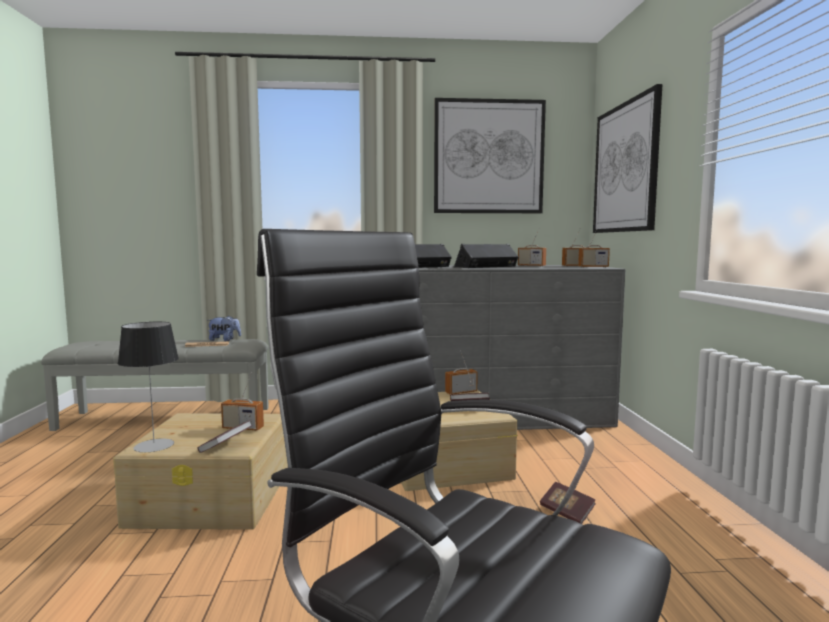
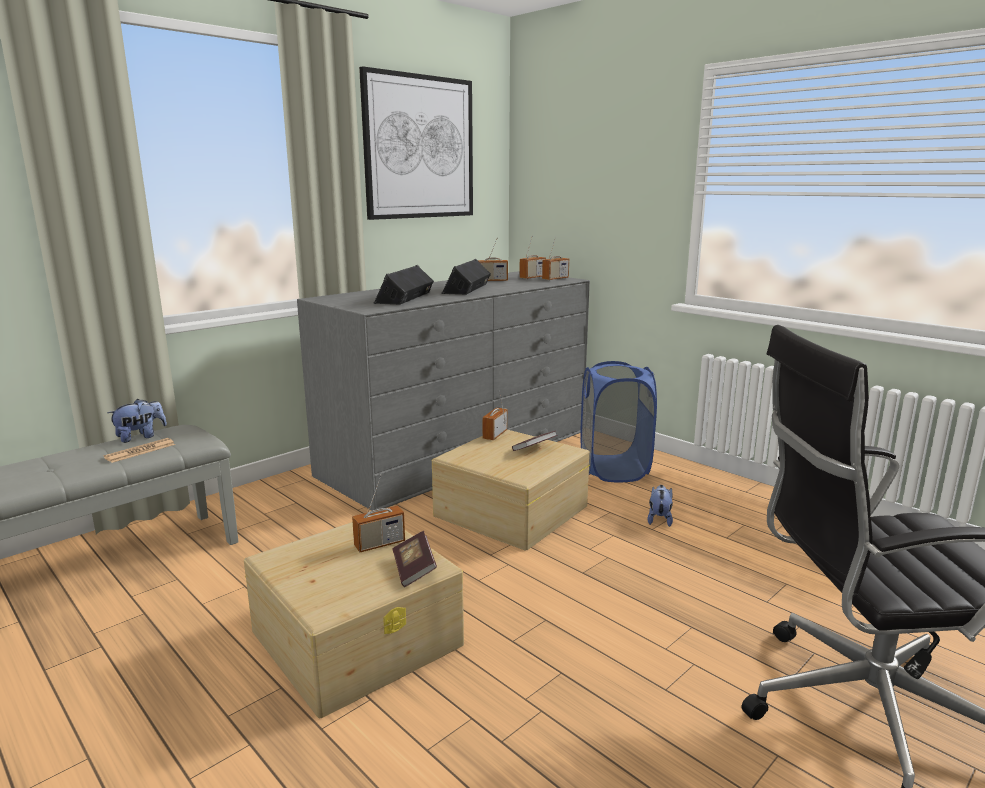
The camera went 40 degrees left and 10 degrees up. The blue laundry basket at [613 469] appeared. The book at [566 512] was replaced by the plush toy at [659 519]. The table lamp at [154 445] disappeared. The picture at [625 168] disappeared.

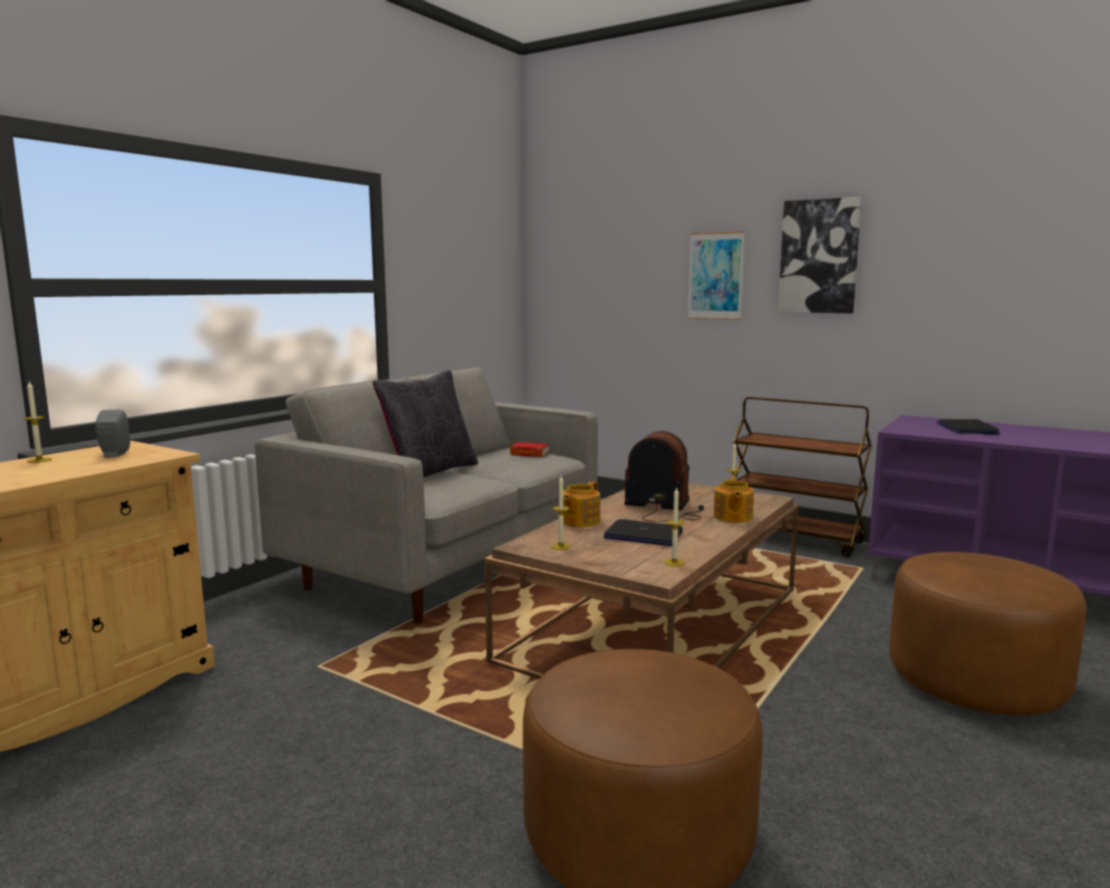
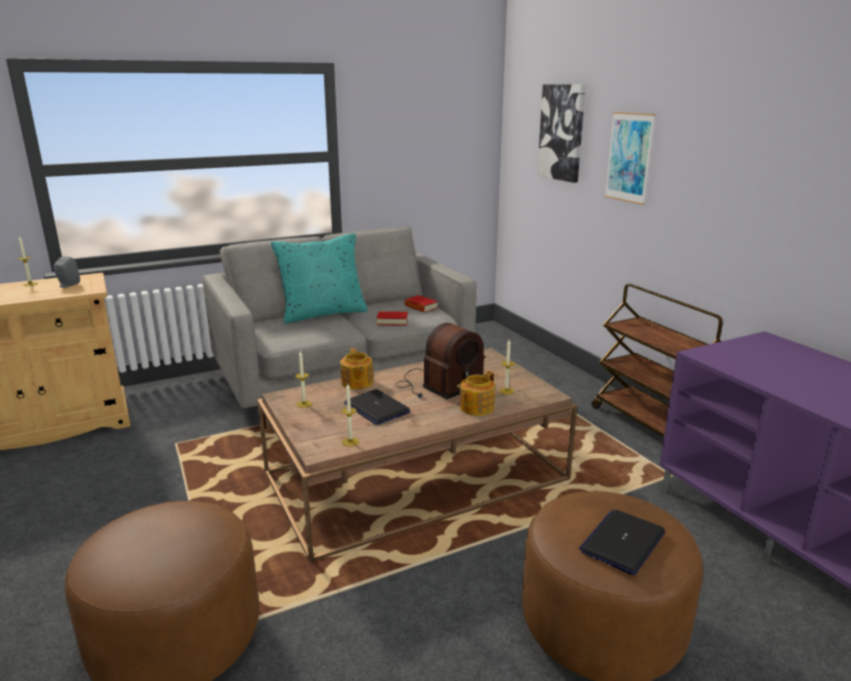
The camera went 30 degrees right and 10 degrees up. The black pillow at [429 472] became the turquoise pillow at [322 313]. The teapot at [579 521] turned 75 degrees counterclockwise. The book at [392 322] appeared. The radio at [664 509] turned 90 degrees clockwise. The picture moved from [819 256] to [562 132]. The laptop moved from [966 428] to [622 542].

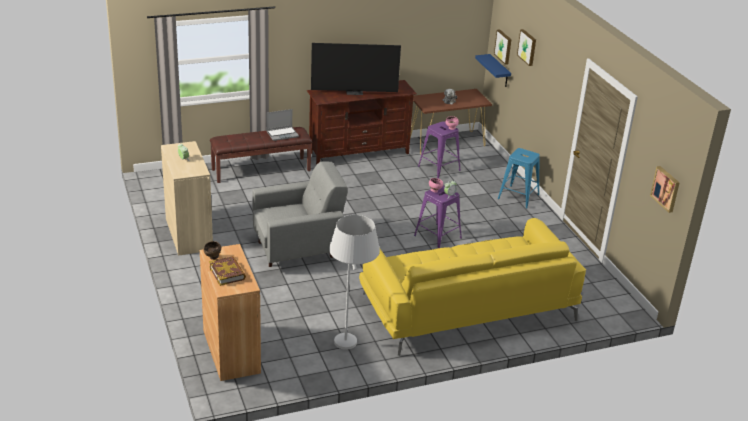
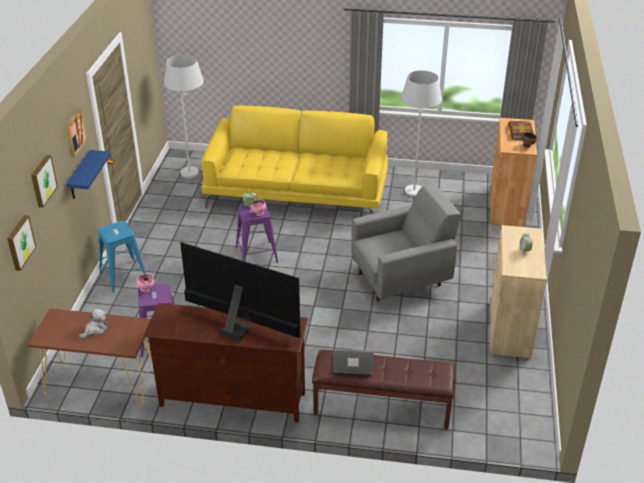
The camera went 150 degrees left and 5 degrees up. The picture moved from [666 188] to [74 132]. The blue shelf moved from [499 71] to [80 176]. The white floor lamp at [192 167] appeared. The grey armchair at [298 249] turned 150 degrees clockwise.

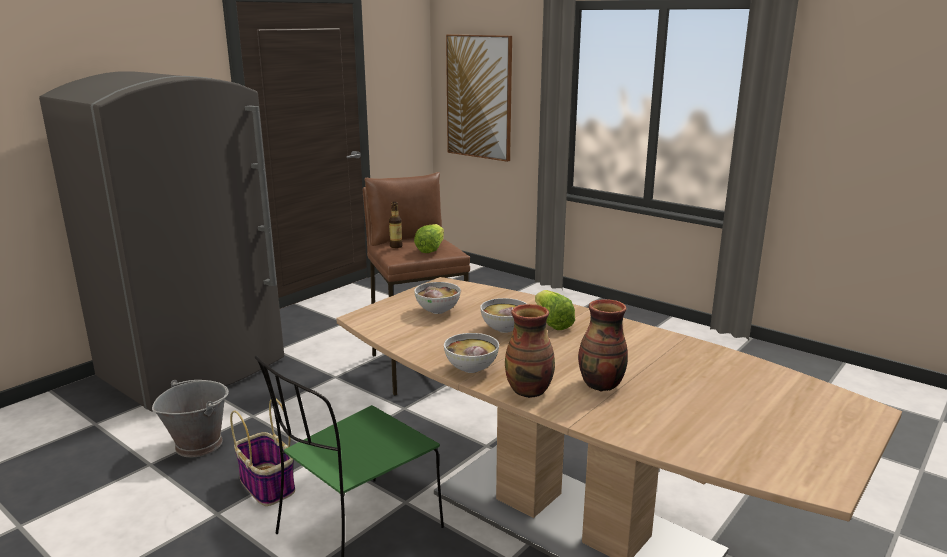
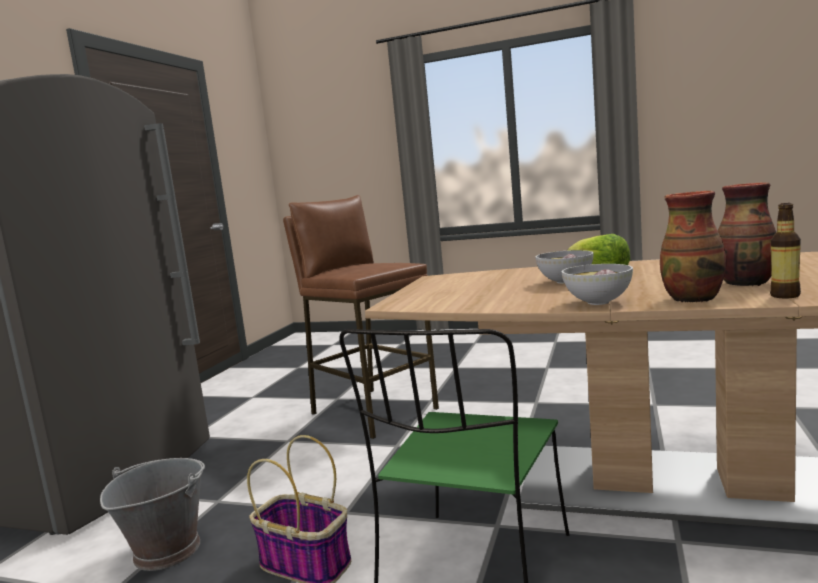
The camera went 20 degrees left and 10 degrees down. The bottle moved from [396 246] to [785 296]. The lettuce at [430 249] disappeared. The bowl at [438 311] disappeared. The picture at [479 97] disappeared.

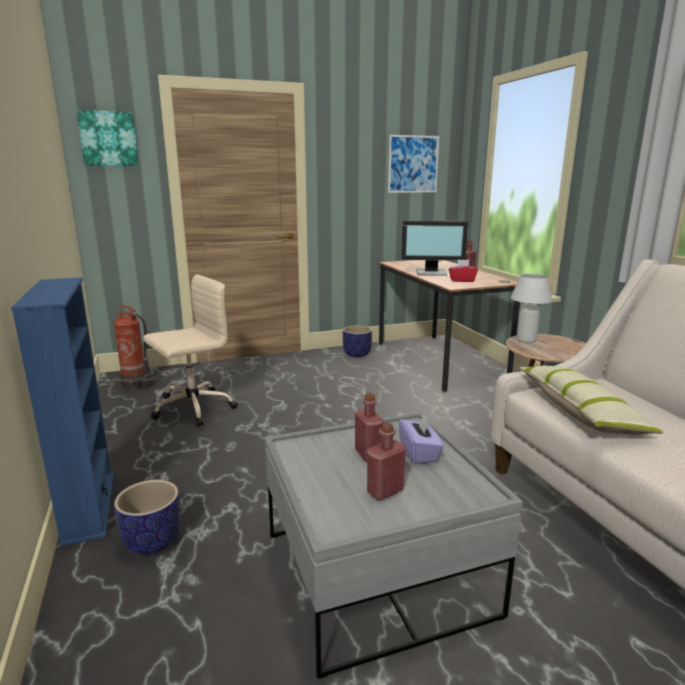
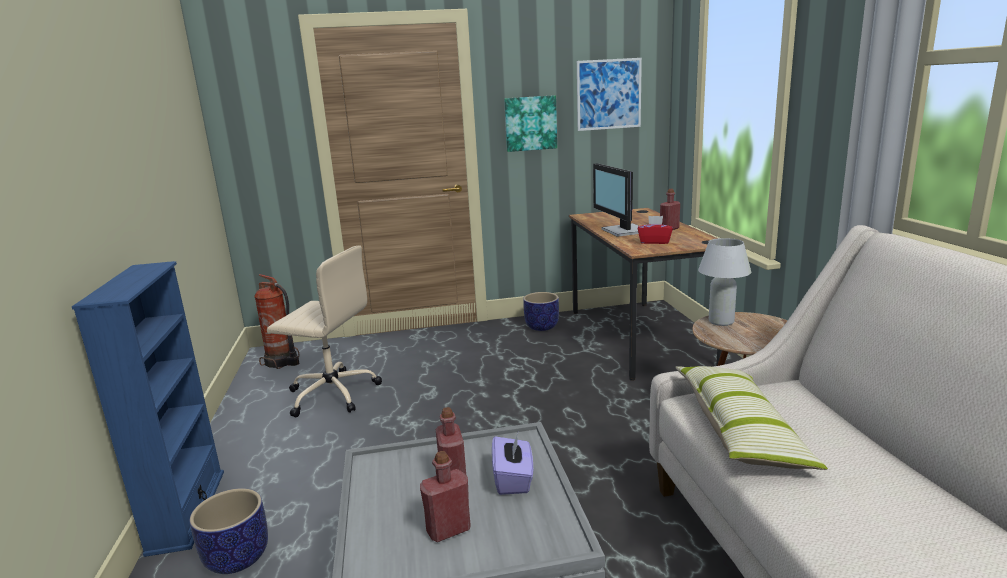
The camera went 10 degrees right and 0 degrees up. The beige office chair at [192 408] turned 45 degrees clockwise. The picture moved from [108 139] to [530 123]. The monitor at [431 273] turned 60 degrees clockwise.

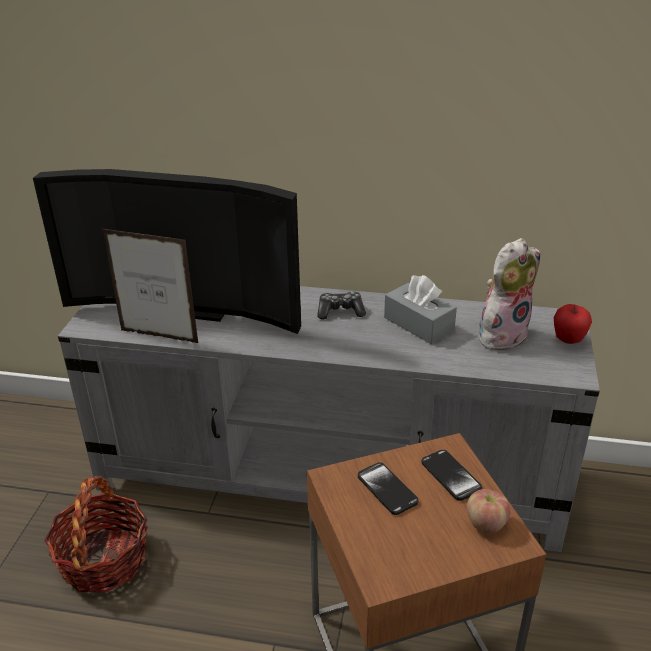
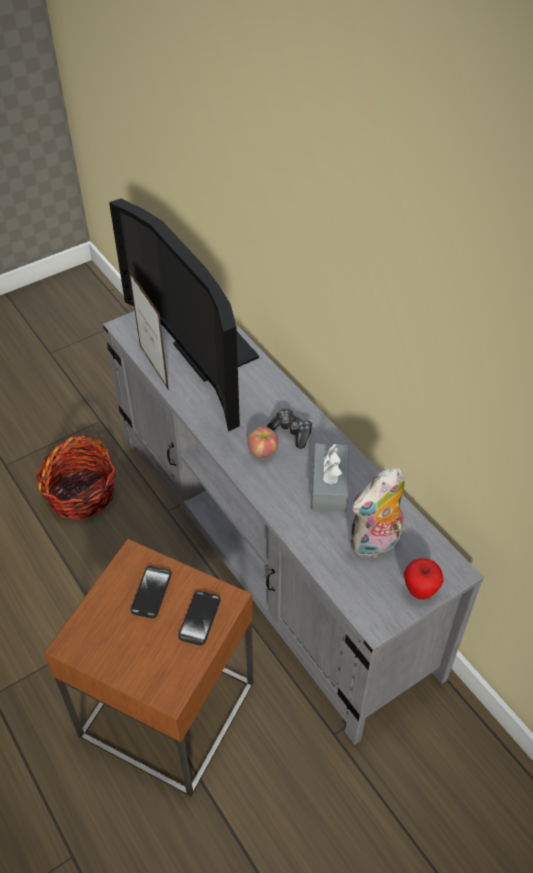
The camera went 45 degrees right and 15 degrees up. The apple moved from [486 524] to [262 451]. The plush toy at [502 335] turned 135 degrees clockwise.

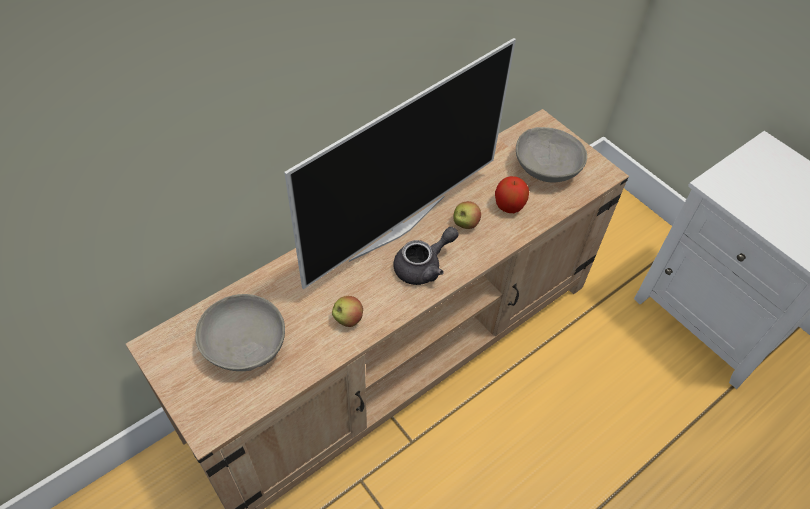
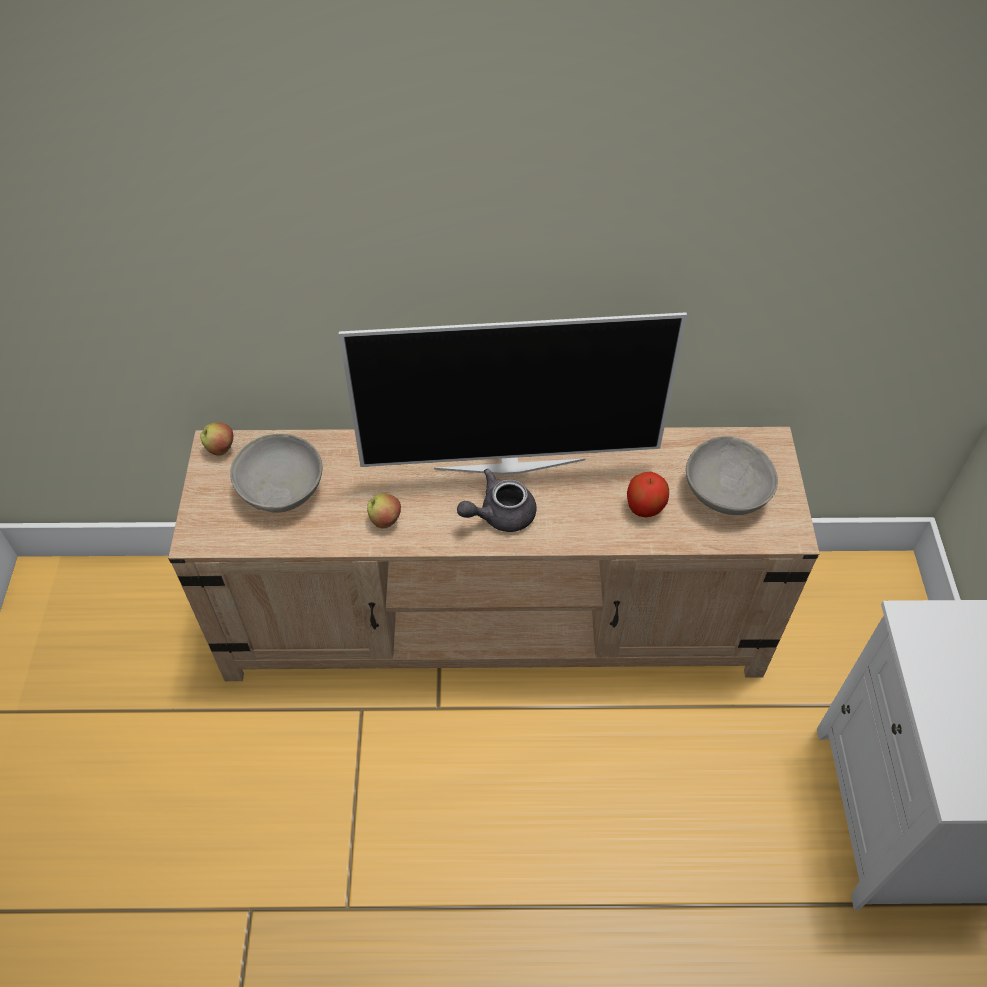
The camera went 40 degrees right and 0 degrees up. The apple moved from [465 224] to [221 449]. The grey teapot at [423 266] turned 150 degrees clockwise.

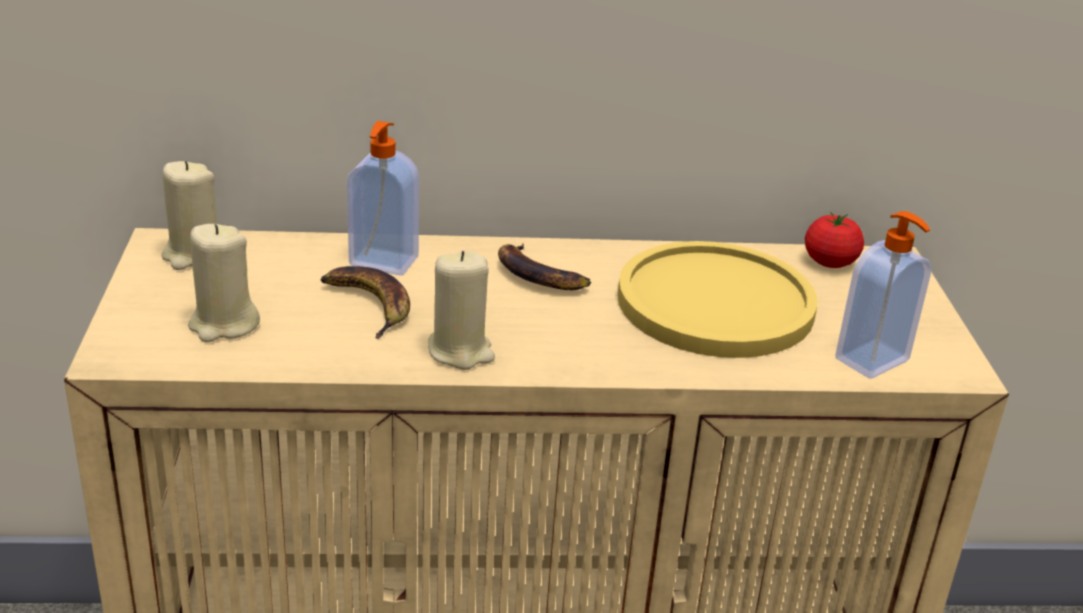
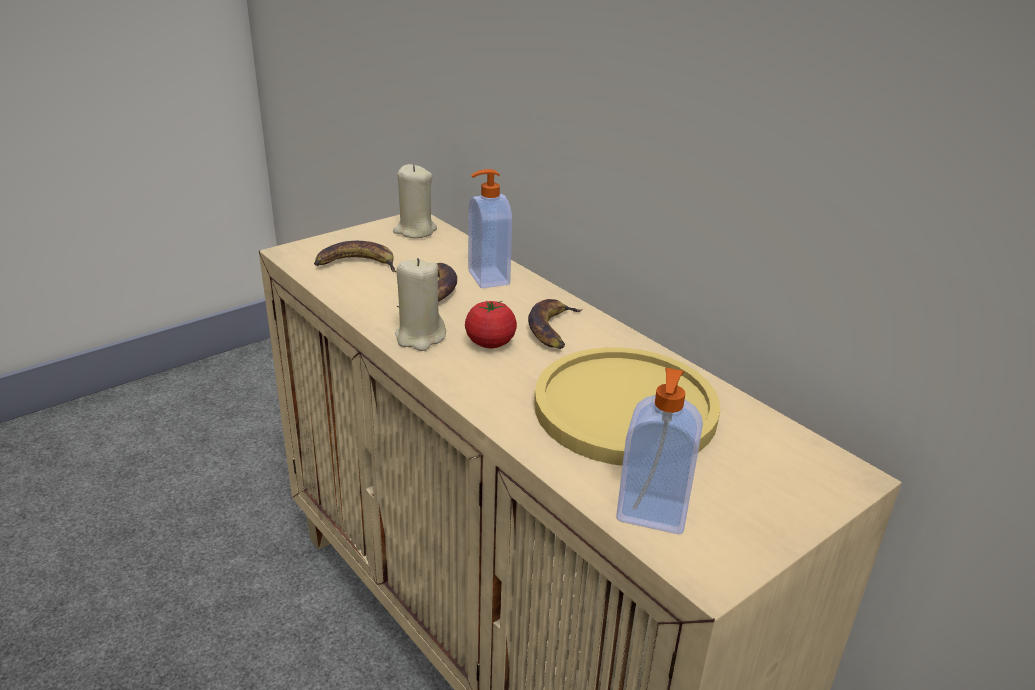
The camera went 55 degrees right and 0 degrees up. The beige candle at [223 324] was replaced by the banana at [356 264]. The tomato moved from [830 262] to [490 343].

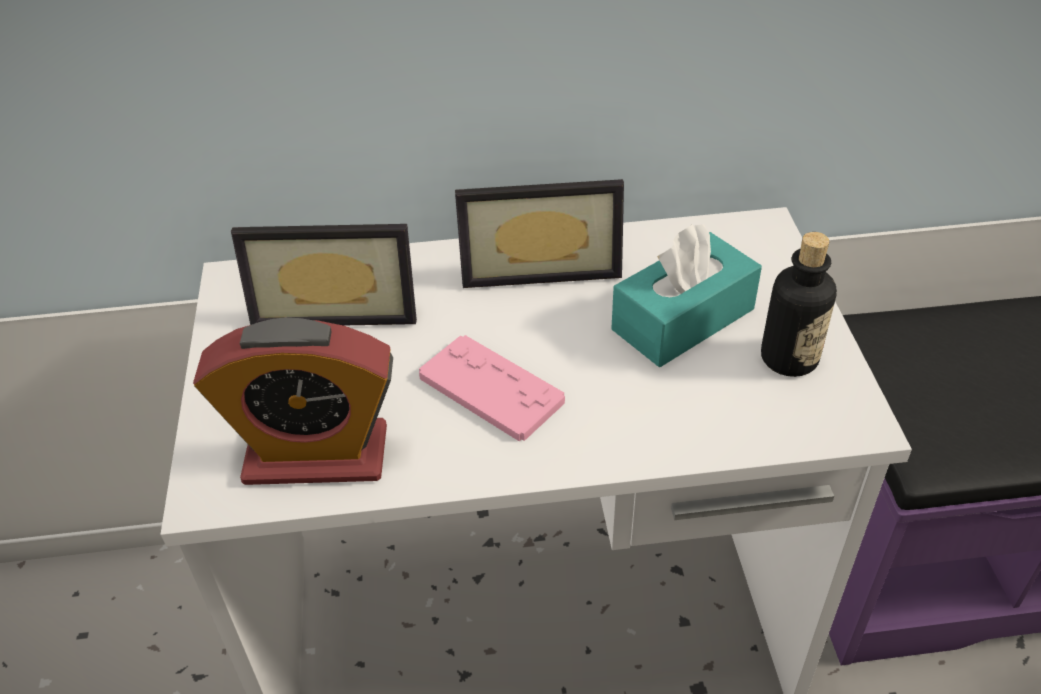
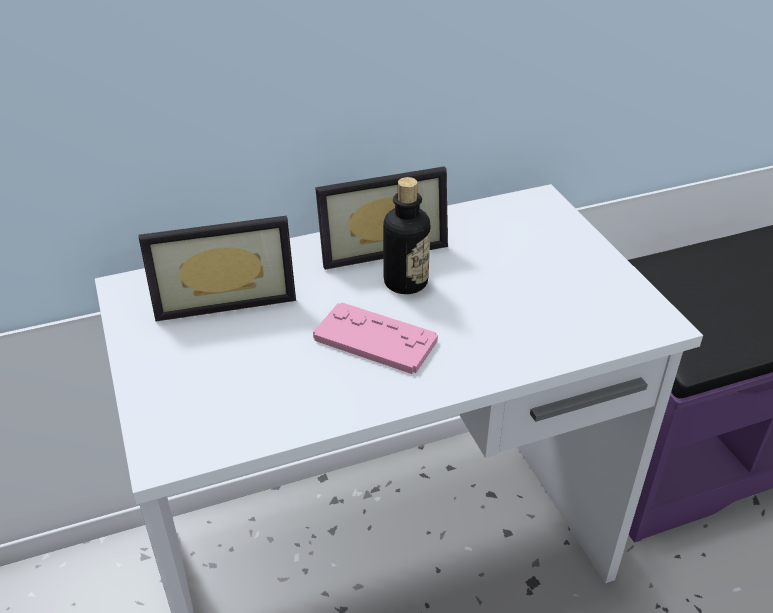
The camera went 15 degrees left and 5 degrees down. The bottle moved from [789 358] to [405 282]. The alarm clock at [316 455] disappeared. The turquoise tissue box at [683 319] disappeared.

